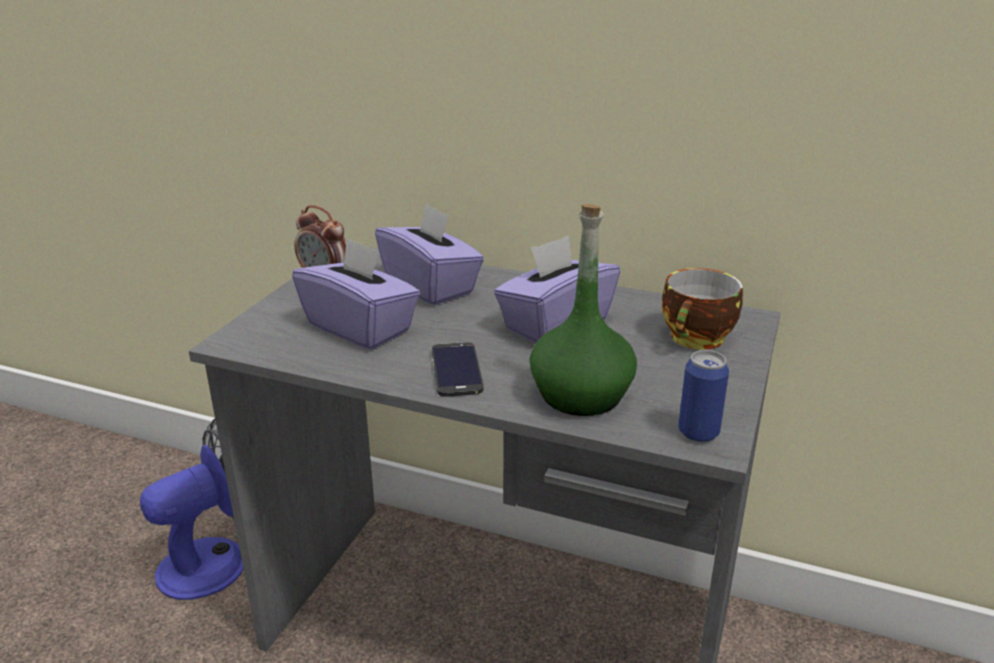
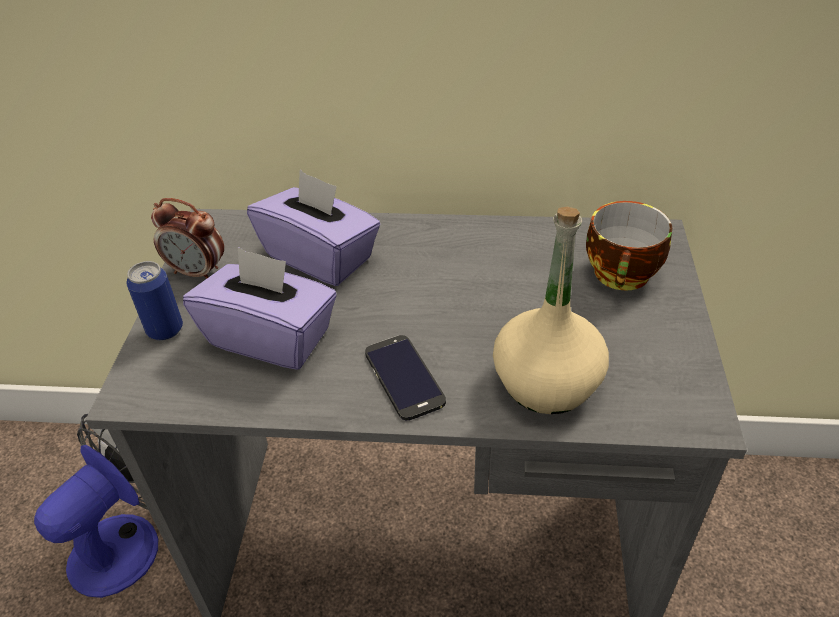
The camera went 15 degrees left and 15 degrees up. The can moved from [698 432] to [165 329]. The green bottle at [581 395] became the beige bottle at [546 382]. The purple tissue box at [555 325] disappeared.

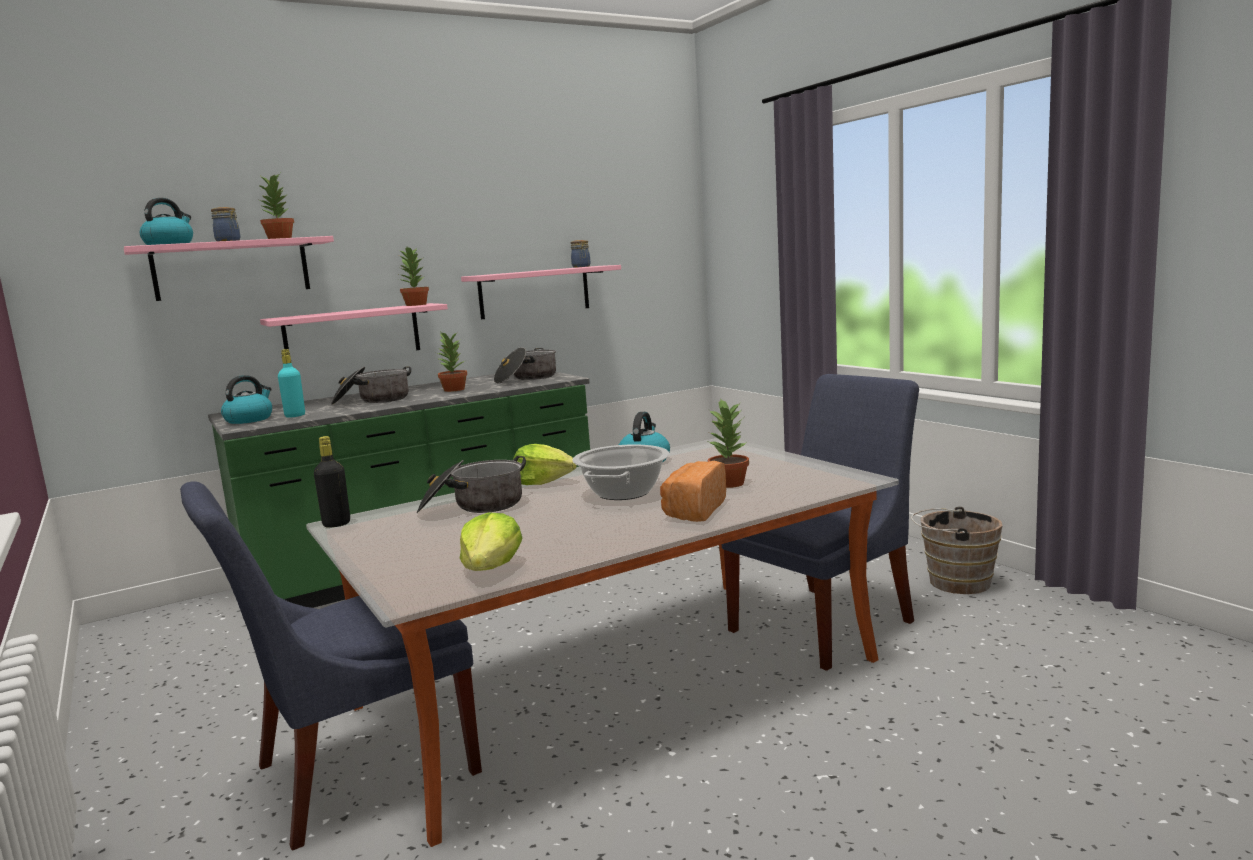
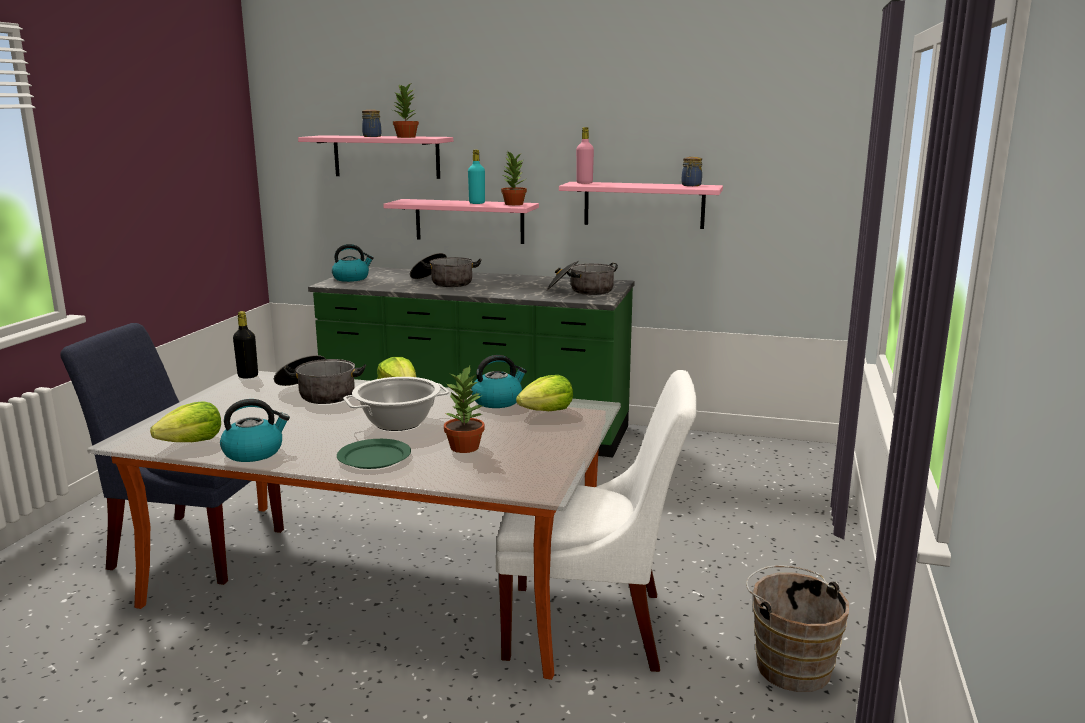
The camera went 45 degrees right and 5 degrees up. The kettle moved from [169 244] to [254 452]. The bread at [693 510] was replaced by the green plate at [374 457]. The turquoise bottle moved from [295 416] to [477 203]. The blue chair at [827 623] became the white chair at [593 627]. The lettuce at [546 411] appeared. The pink bottle at [584 183] appeared. The potted plant at [453 389] disappeared.

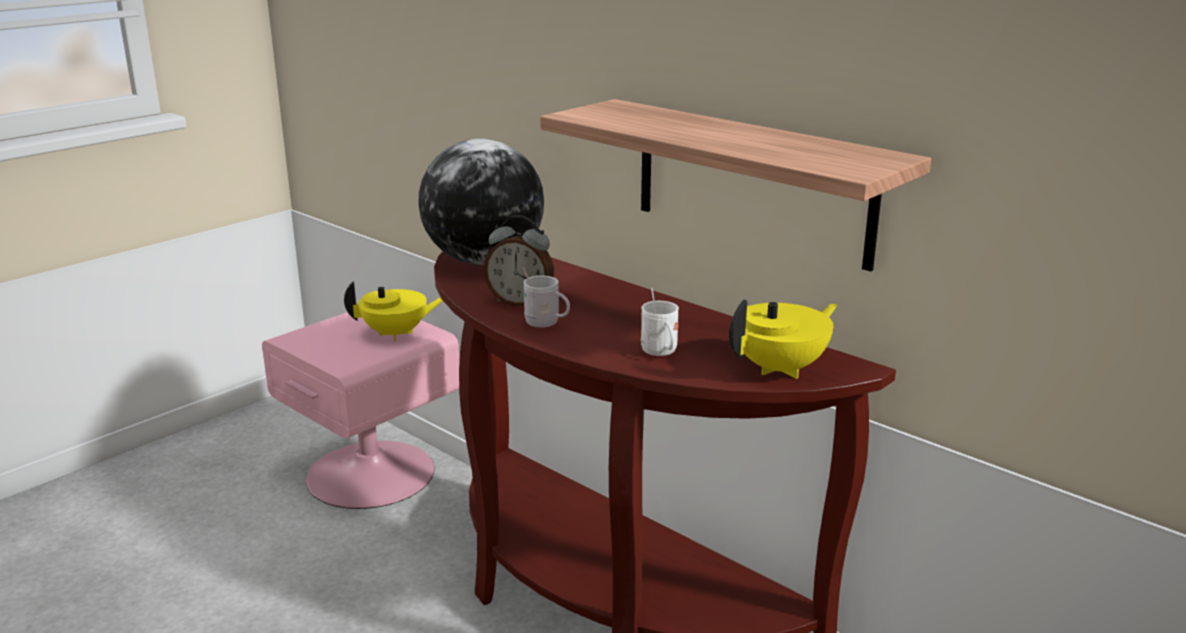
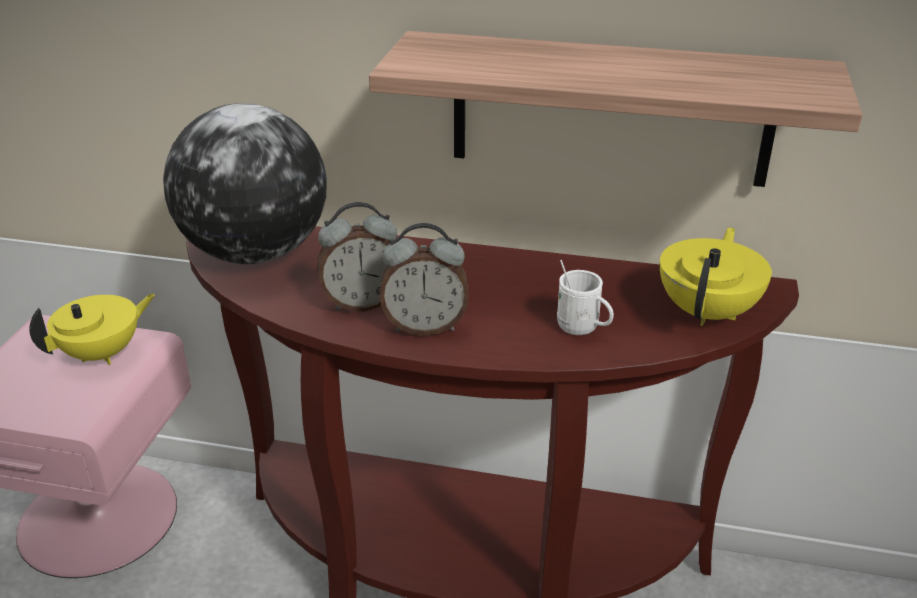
The camera went 30 degrees left and 10 degrees up. The white mug at [546 324] was replaced by the alarm clock at [425 326].

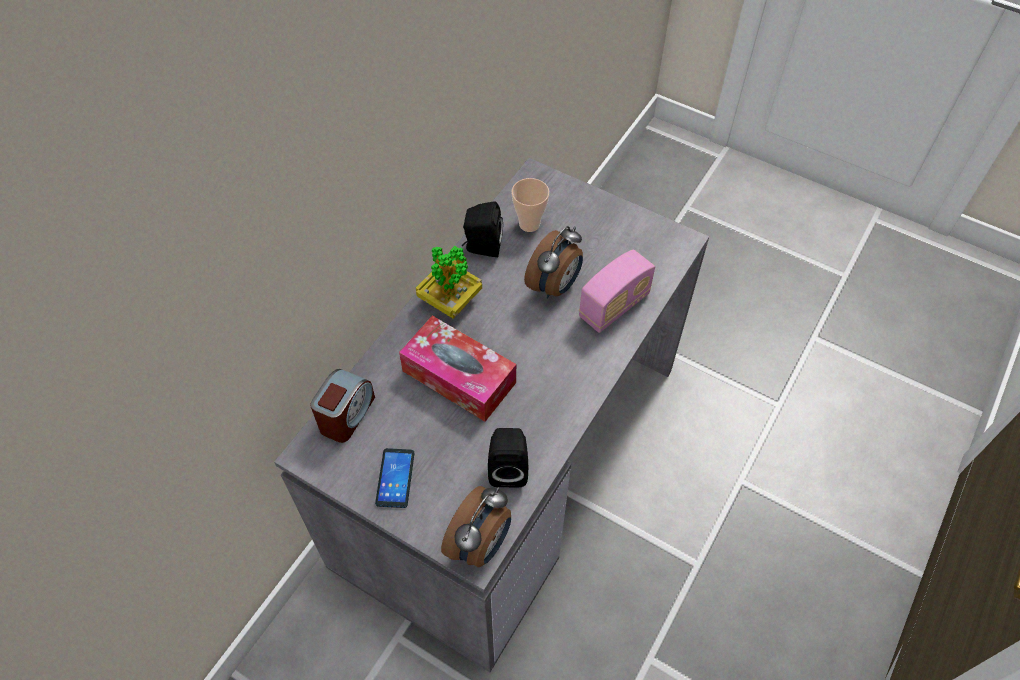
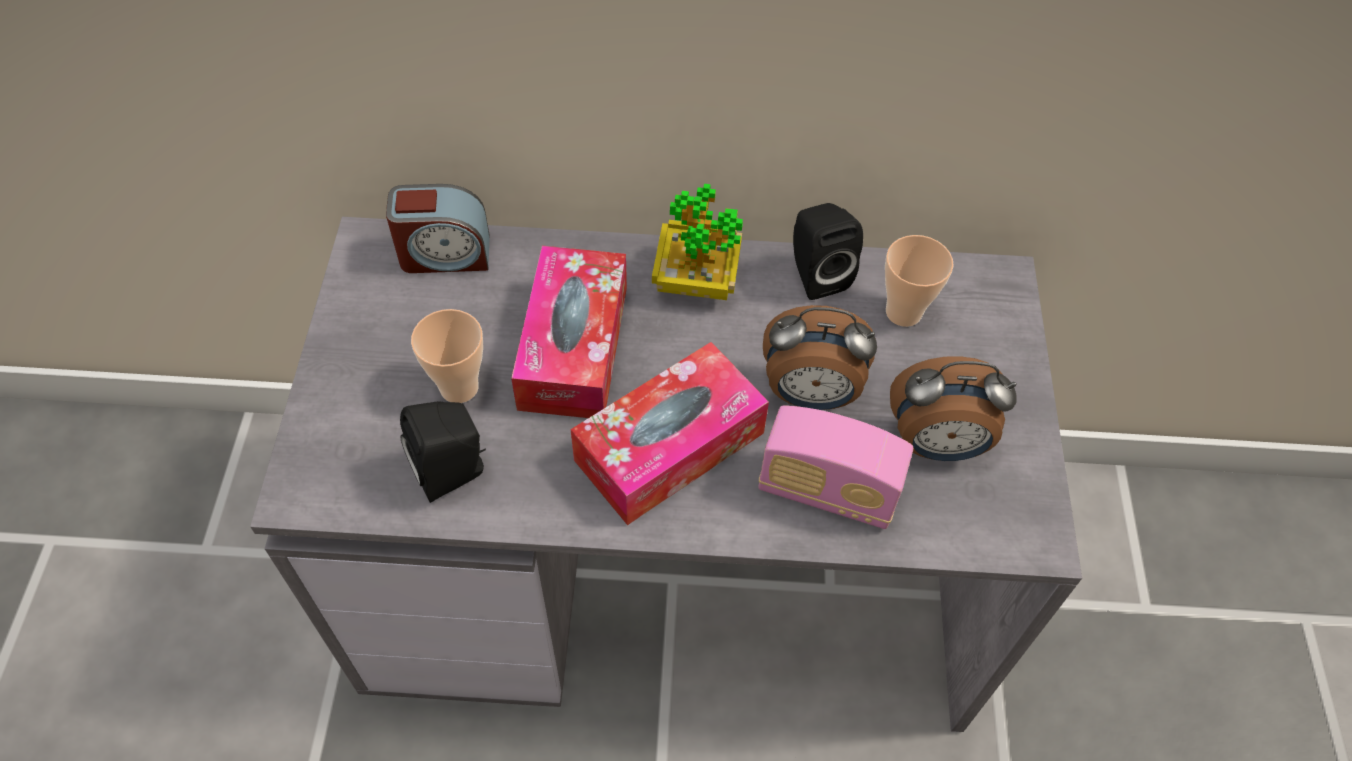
The camera went 60 degrees right and 0 degrees up. The cup at [459 387] appeared. The tissue box at [669 446] appeared. The alarm clock moved from [480 544] to [937 444]. The phone at [395 478] disappeared.

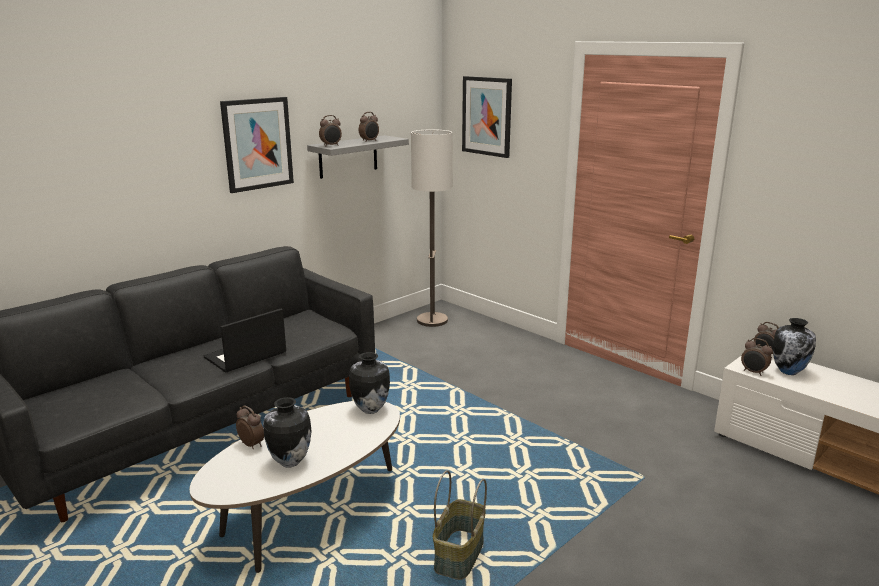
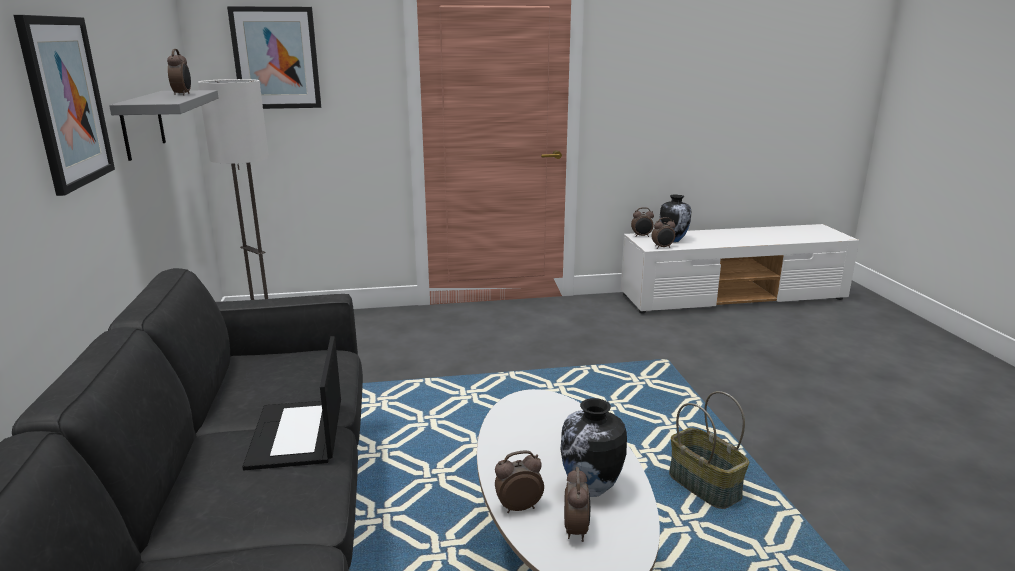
The camera went 55 degrees left and 0 degrees up. The alarm clock moved from [331 145] to [576 530]. The vase at [370 409] disappeared.

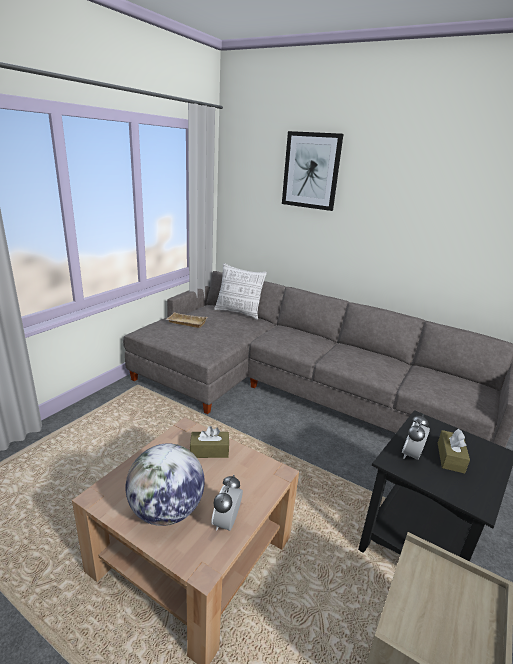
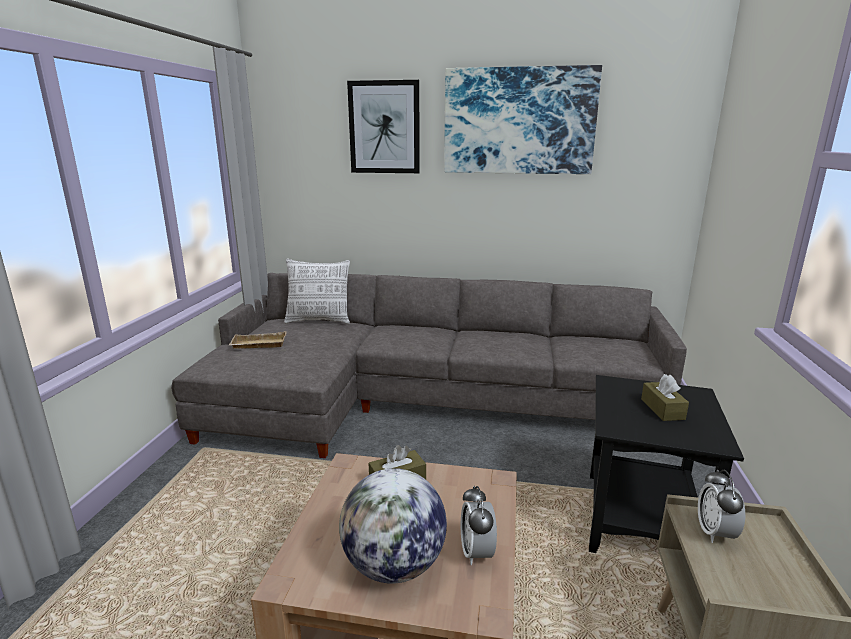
The camera went 20 degrees left and 5 degrees down. The picture at [519 121] appeared. The alarm clock moved from [411 455] to [715 533].

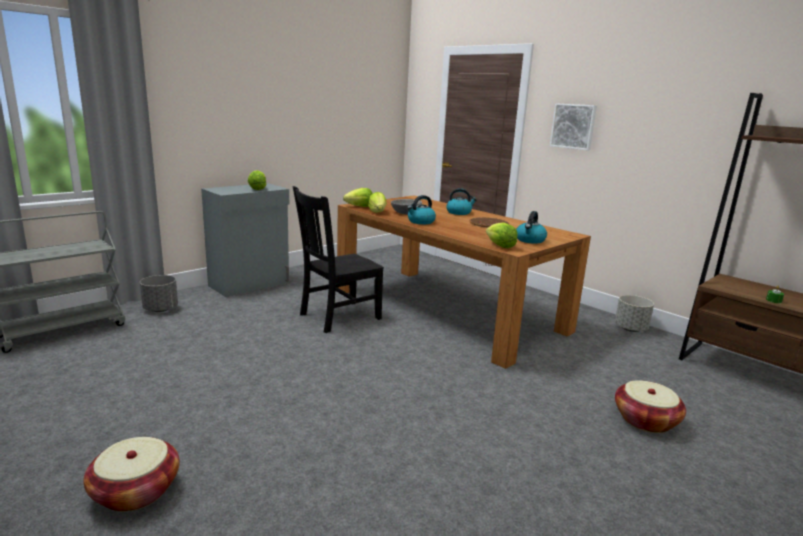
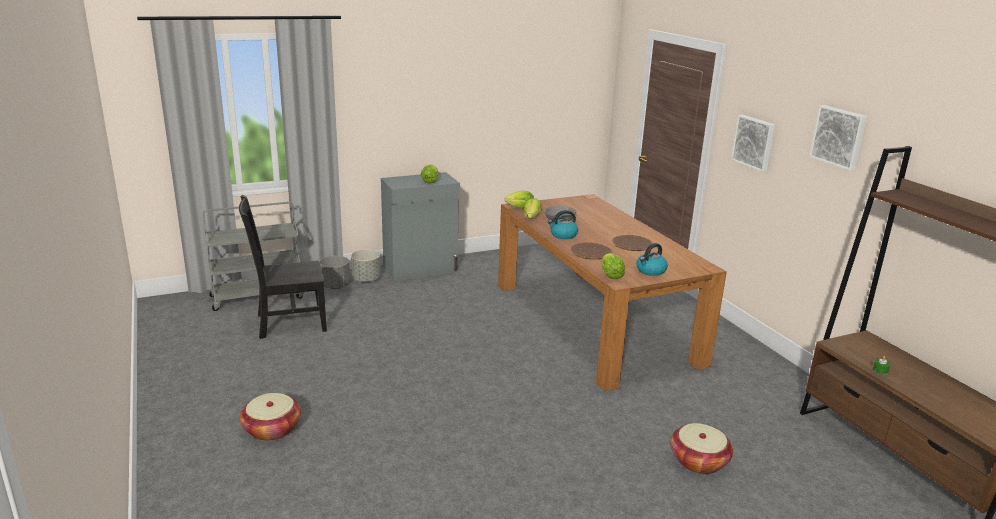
The camera went 20 degrees right and 5 degrees up. The black chair moved from [337 317] to [288 323]. The grey planter moved from [631 328] to [366 279]. The brown plate at [590 252] appeared. The picture at [839 137] appeared. The kettle at [459 212] disappeared.

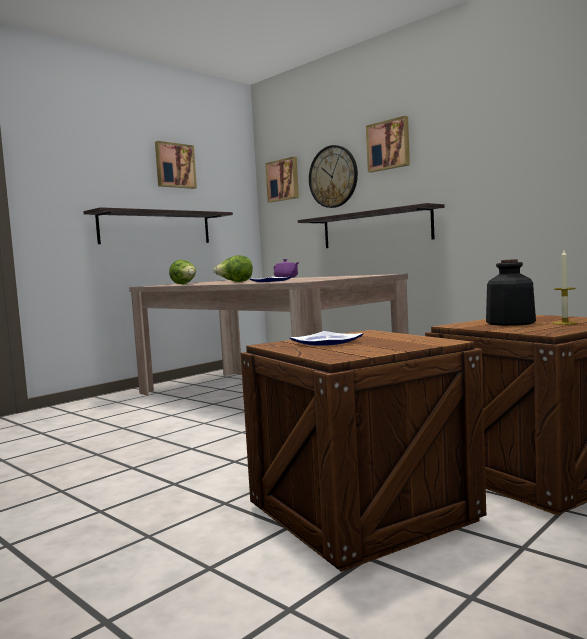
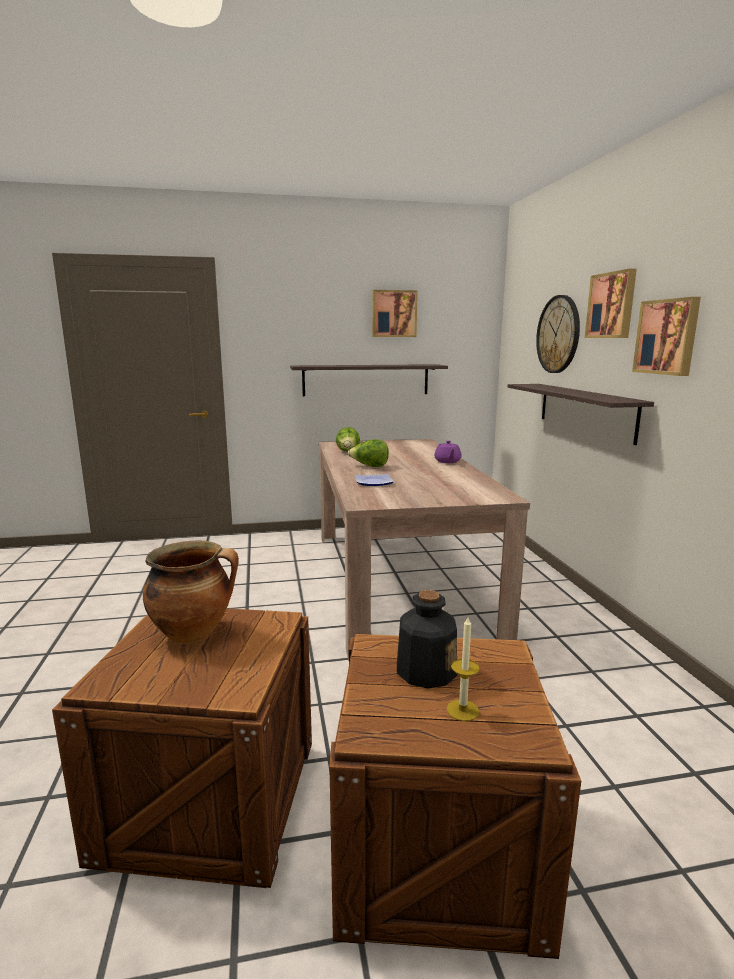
The camera went 35 degrees right and 10 degrees up. The plate at [326 342] was replaced by the cooking pot at [194 633]. The picture moved from [283 180] to [667 337].

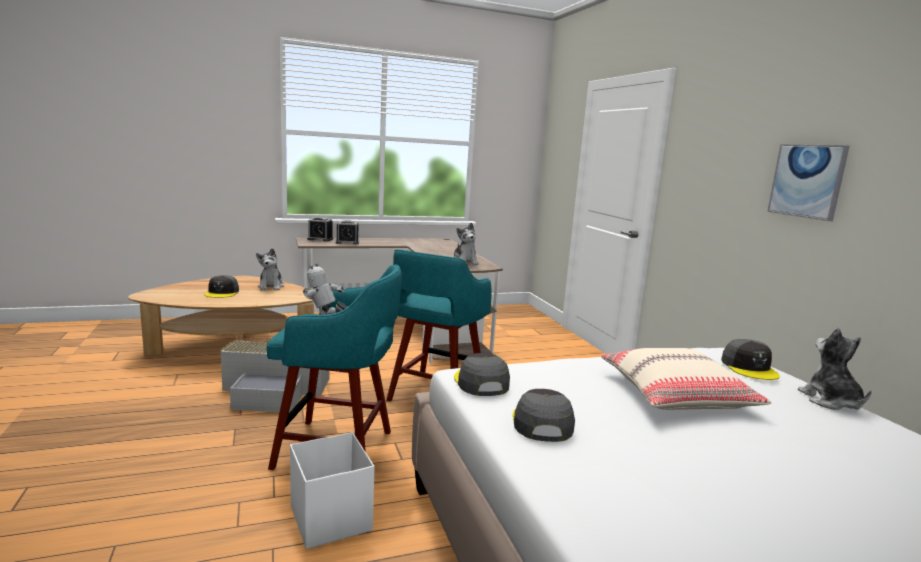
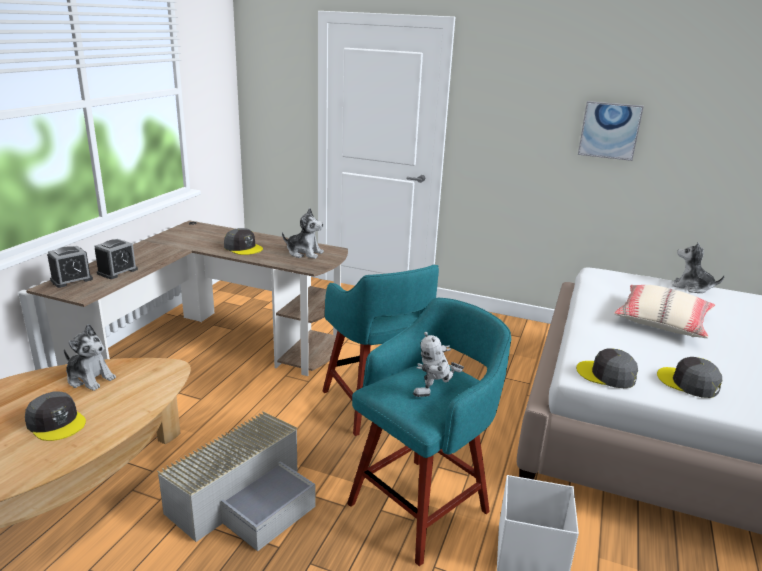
The camera went 50 degrees left and 10 degrees up. The grey cap moved from [749 368] to [243 248].

